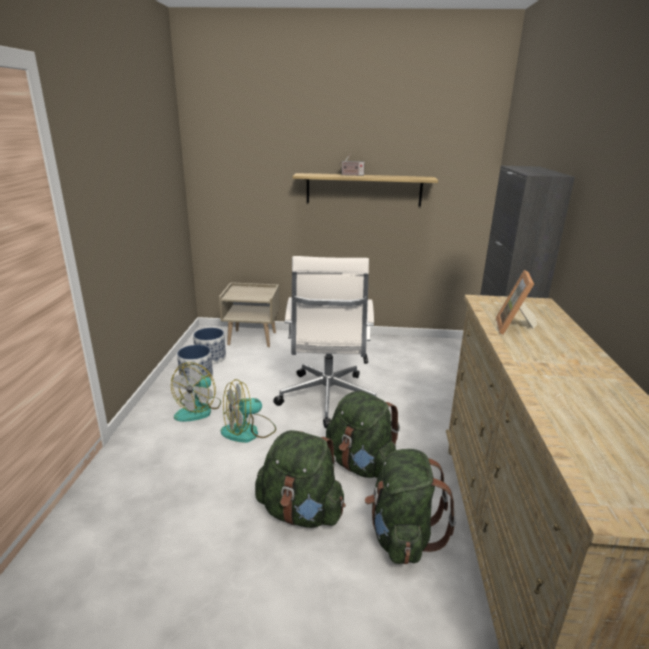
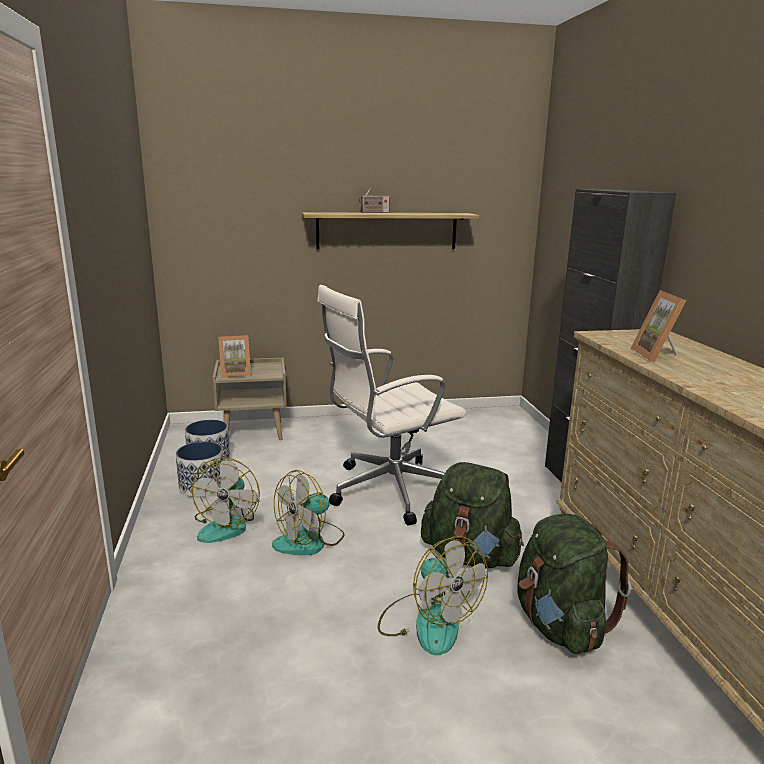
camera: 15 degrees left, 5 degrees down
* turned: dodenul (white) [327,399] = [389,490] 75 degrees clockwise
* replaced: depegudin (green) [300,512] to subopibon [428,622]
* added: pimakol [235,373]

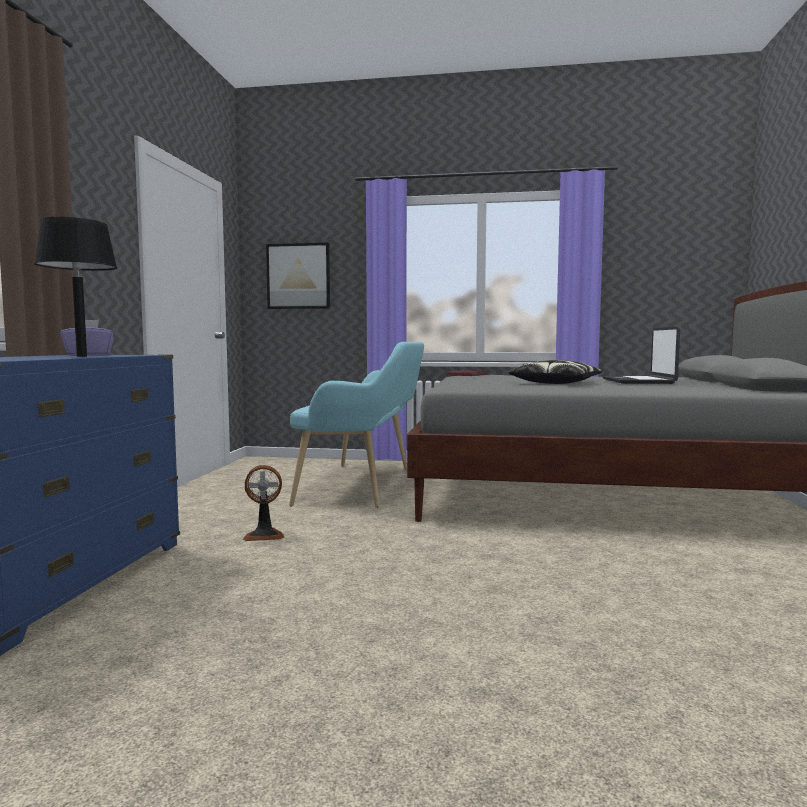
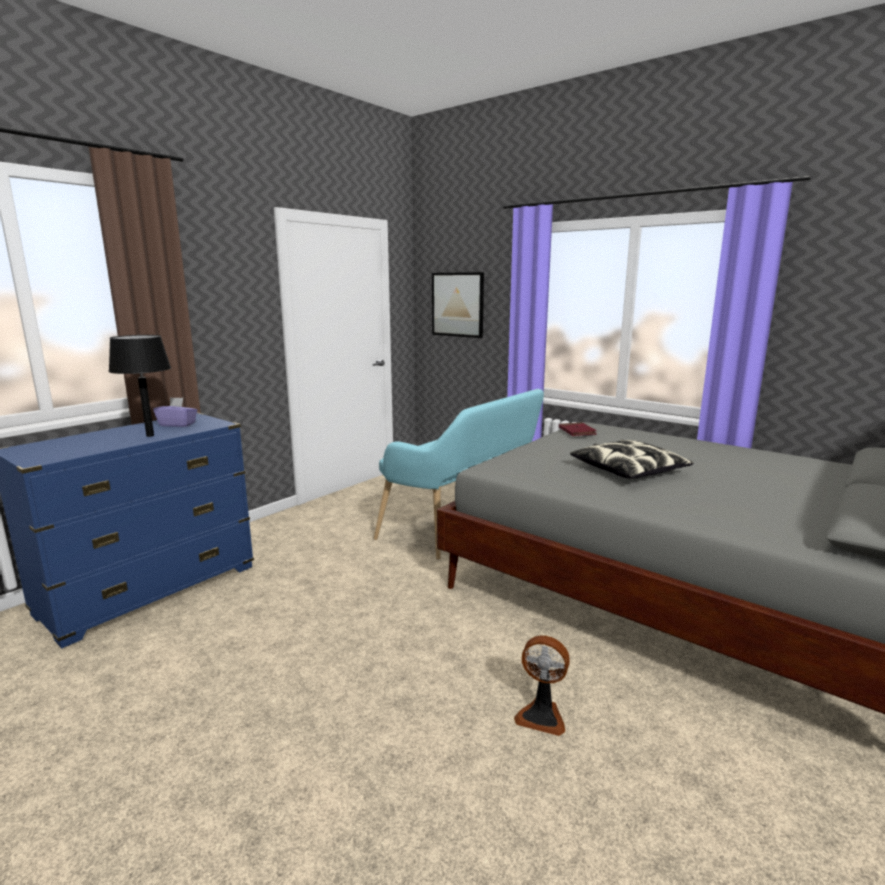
camera: 30 degrees right, 10 degrees up
* removed: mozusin [639,381]
* moved: subopibon [264,535] to [541,715]

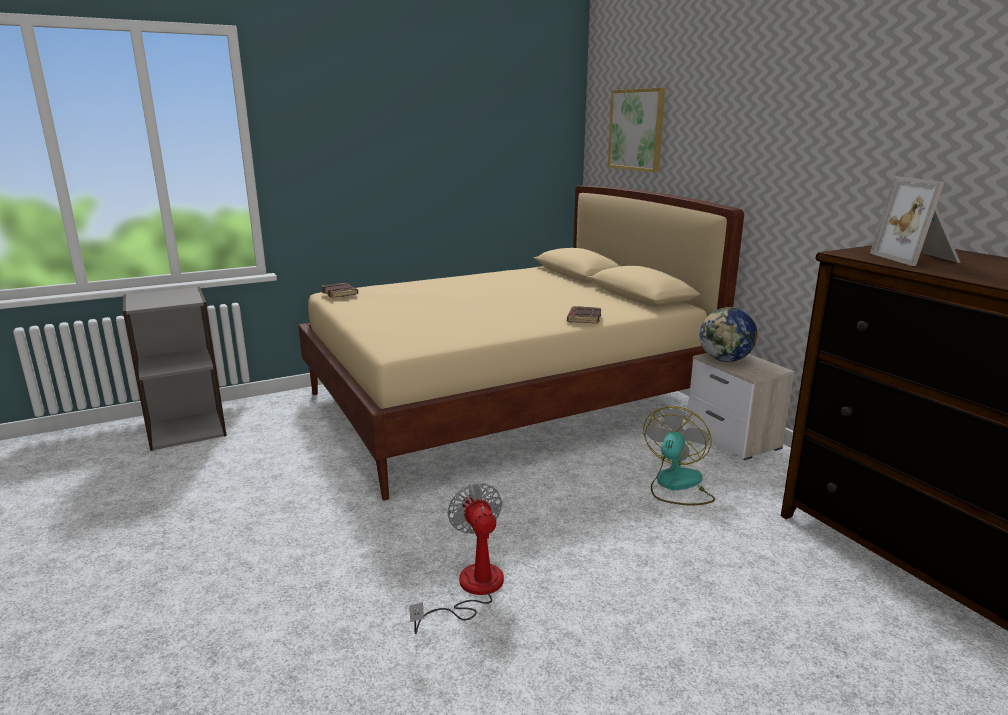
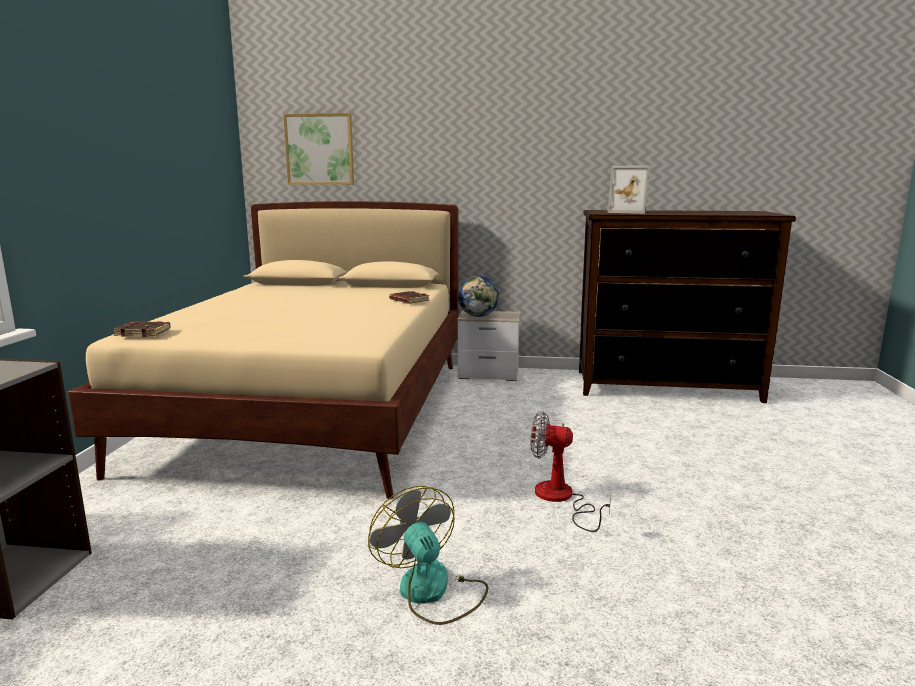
camera: 55 degrees left, 5 degrees down
* moved: subopibon [676,485] to [432,592]

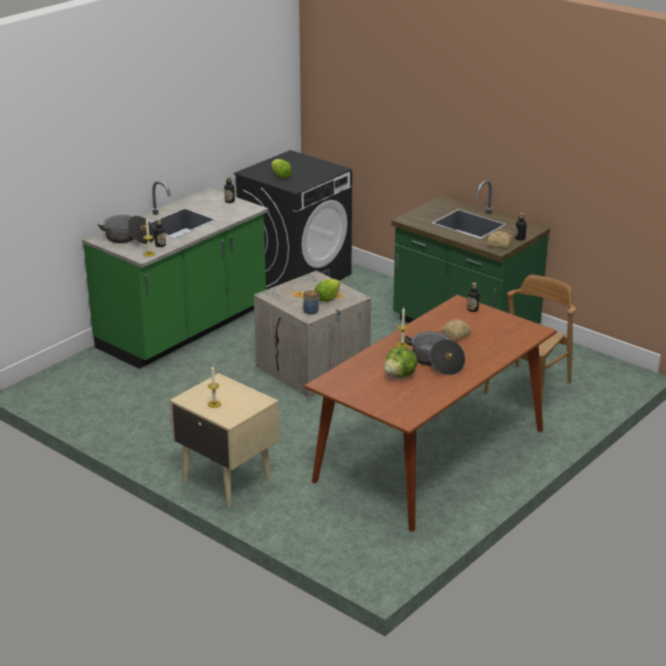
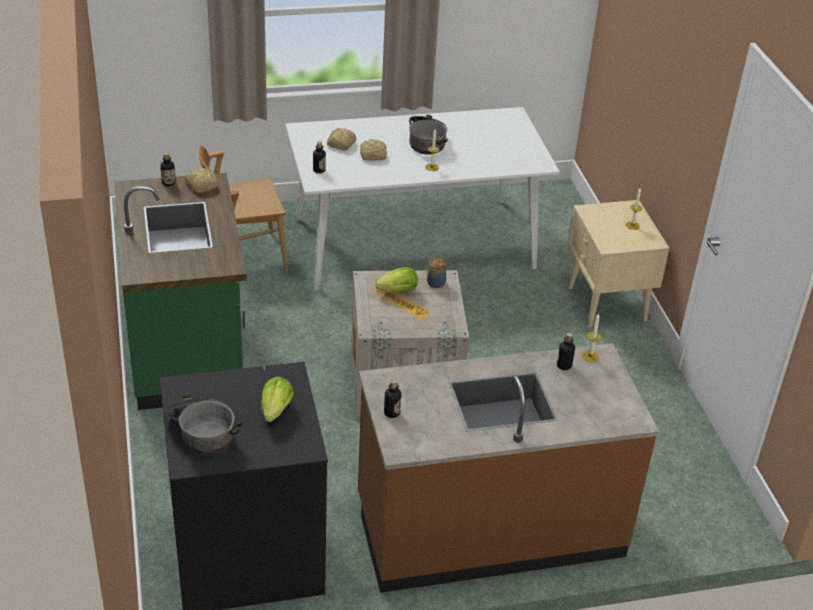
camera: 145 degrees left, 10 degrees up
* recoloured: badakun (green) [184,329] to badakun (brown) [489,527]
* moved: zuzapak [129,239] to [201,431]
* recoloured: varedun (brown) [431,455] to varedun (white) [413,243]
* removed: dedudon [400,375]
* added: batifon [341,144]

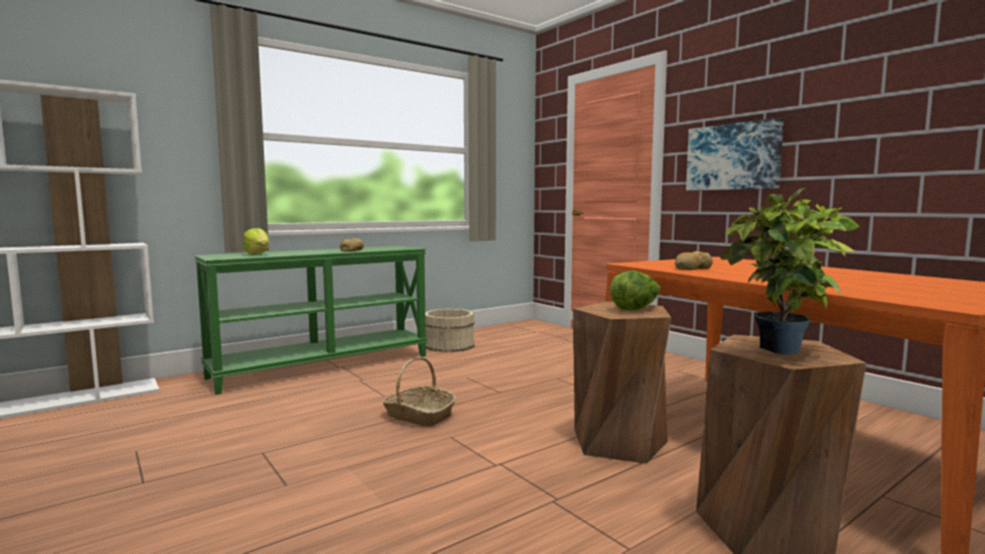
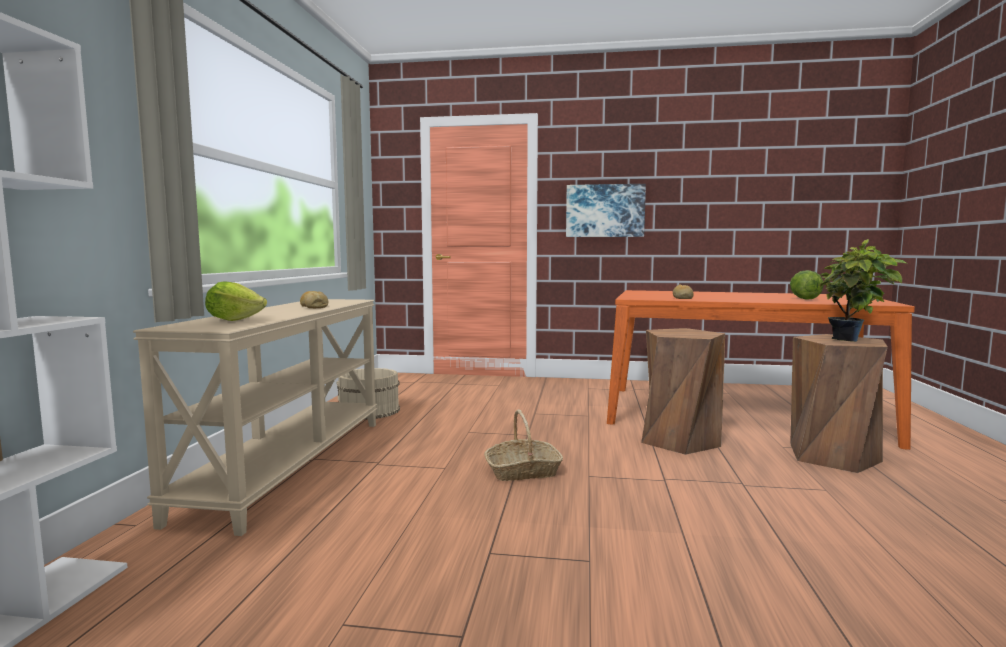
camera: 45 degrees left, 0 degrees up
* recoloured: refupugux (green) [323,366] to refupugux (beige) [288,464]
* moved: dedudon [635,309] to [804,299]

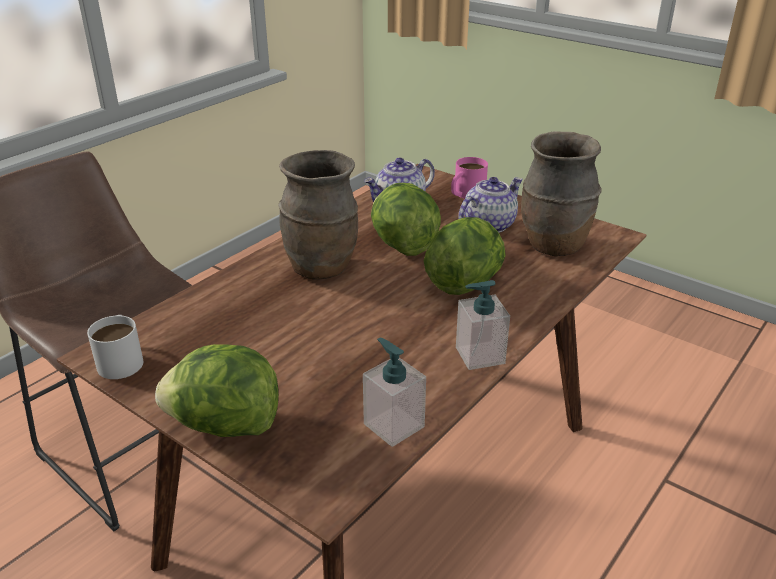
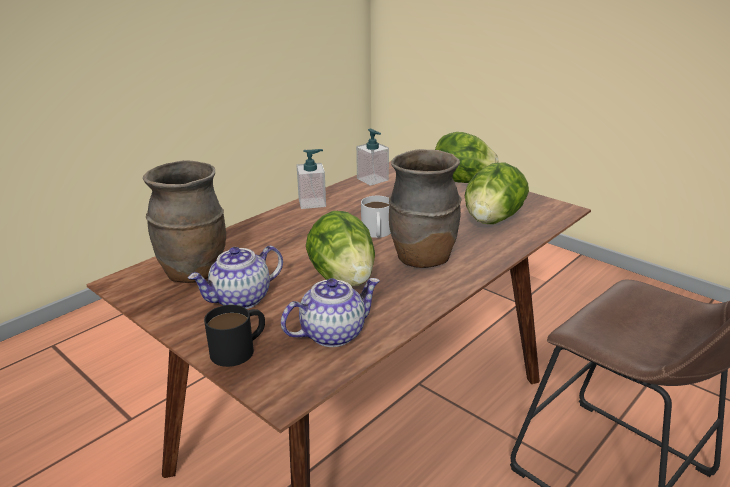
camera: 175 degrees left, 5 degrees down
* recoloured: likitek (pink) [465,194] to likitek (black) [240,348]
* moved: dedudon [465,283] to [492,220]
* moved: likitek (white) [122,358] to [377,233]

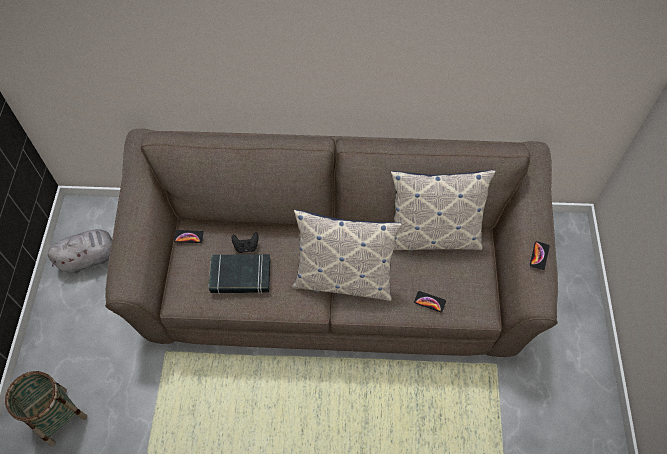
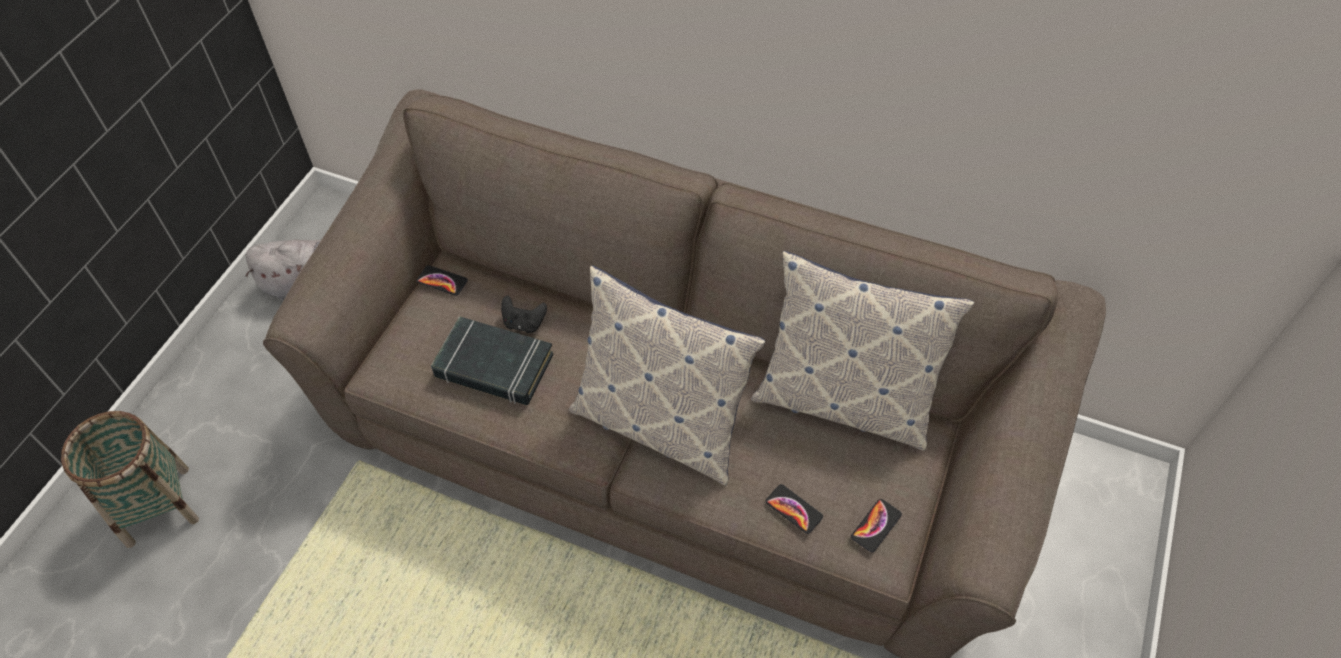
camera: 20 degrees right, 5 degrees down
* moved: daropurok [539,255] to [876,525]

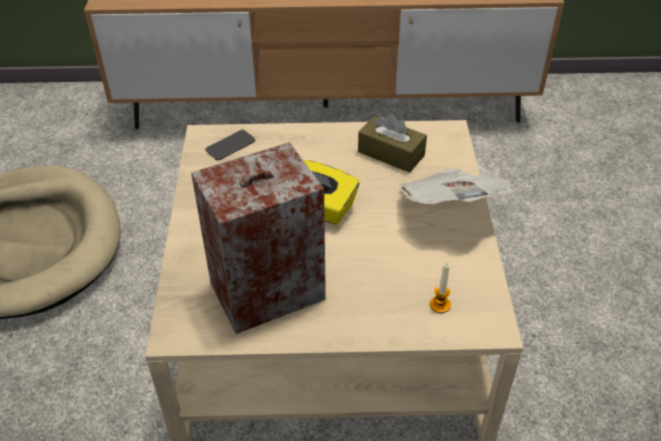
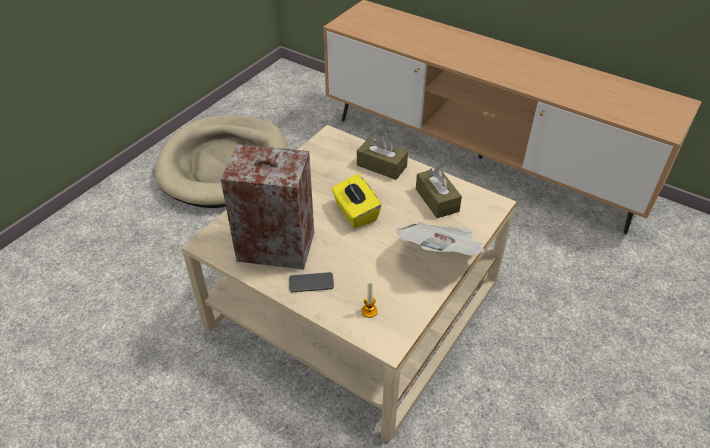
camera: 35 degrees right, 0 degrees up
* moved: daropurok [230,146] to [311,283]
* added: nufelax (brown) [381,166]

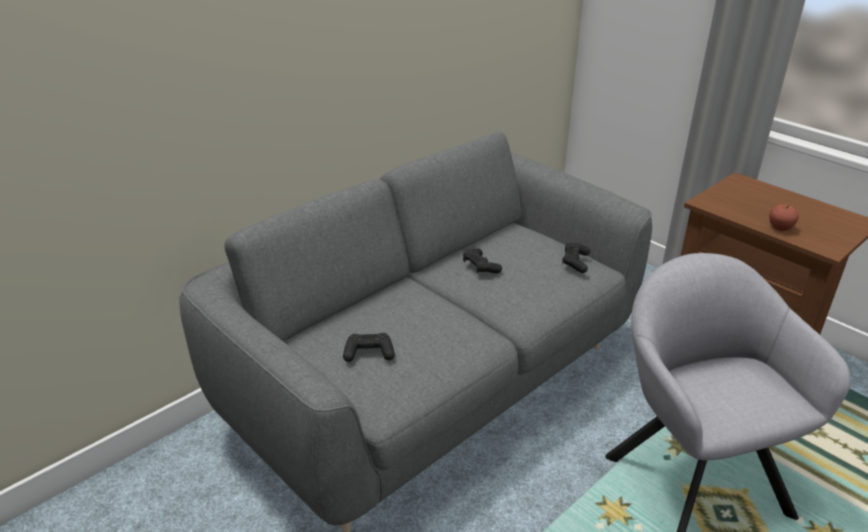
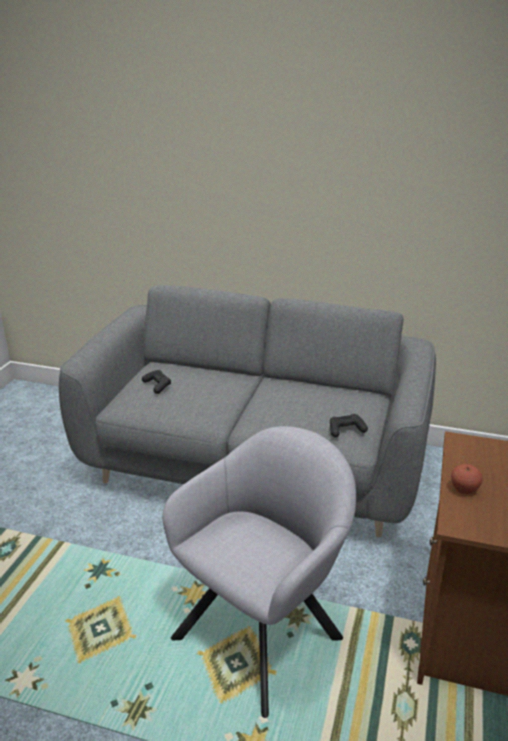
camera: 60 degrees right, 5 degrees down
* removed: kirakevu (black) [480,267]

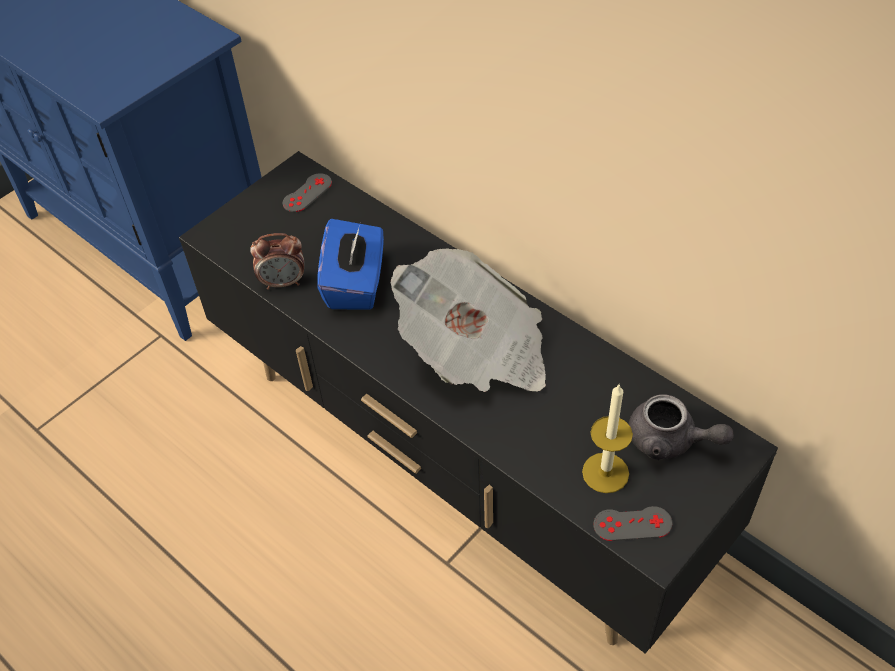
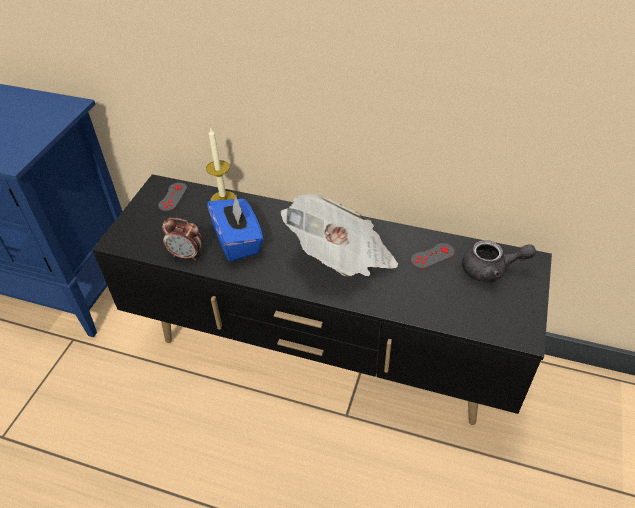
camera: 25 degrees left, 5 degrees down
* turned: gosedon [283,282] = [186,255] 45 degrees clockwise
* moved: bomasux [605,473] to [223,200]
* moved: kirakevu (grey) [632,524] to [432,256]

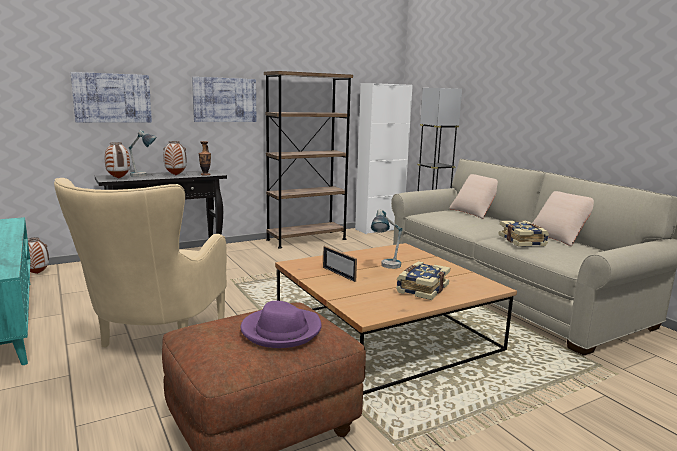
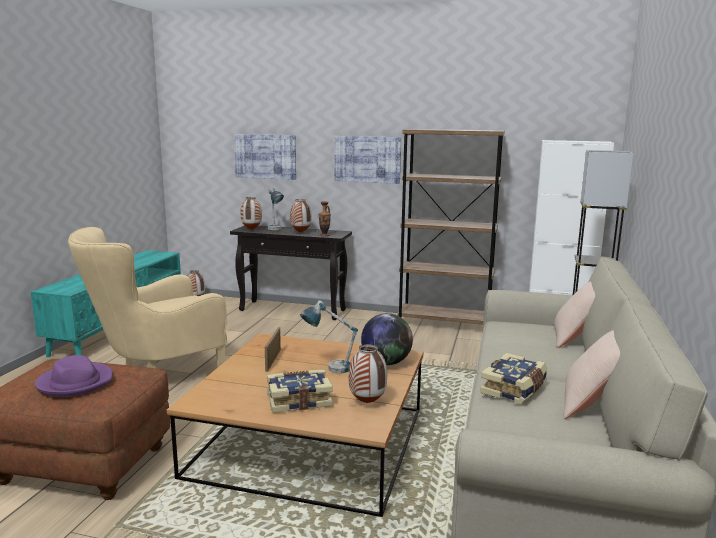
camera: 45 degrees right, 0 degrees up
* added: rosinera [386,363]
* added: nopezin [366,403]

